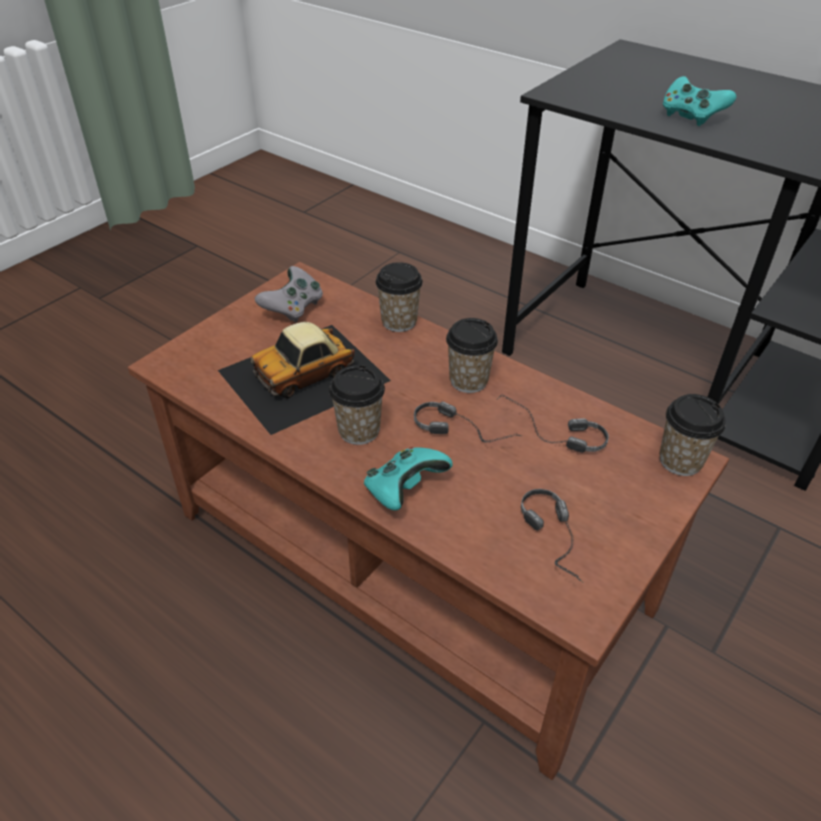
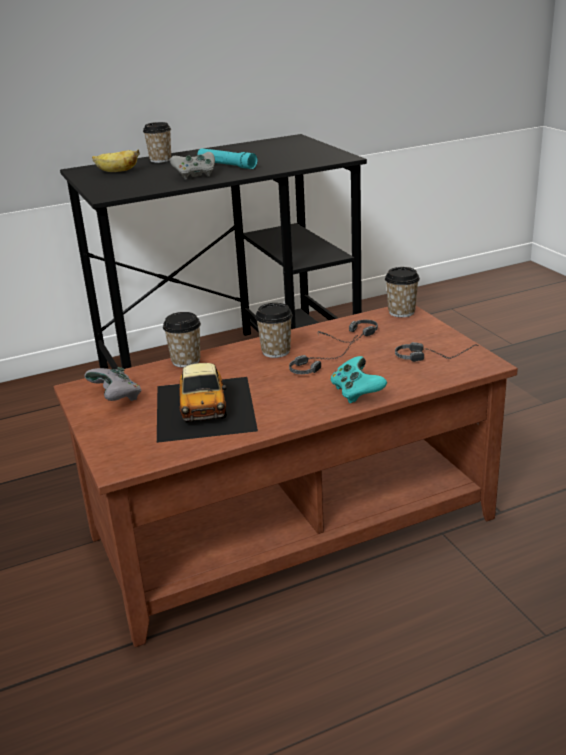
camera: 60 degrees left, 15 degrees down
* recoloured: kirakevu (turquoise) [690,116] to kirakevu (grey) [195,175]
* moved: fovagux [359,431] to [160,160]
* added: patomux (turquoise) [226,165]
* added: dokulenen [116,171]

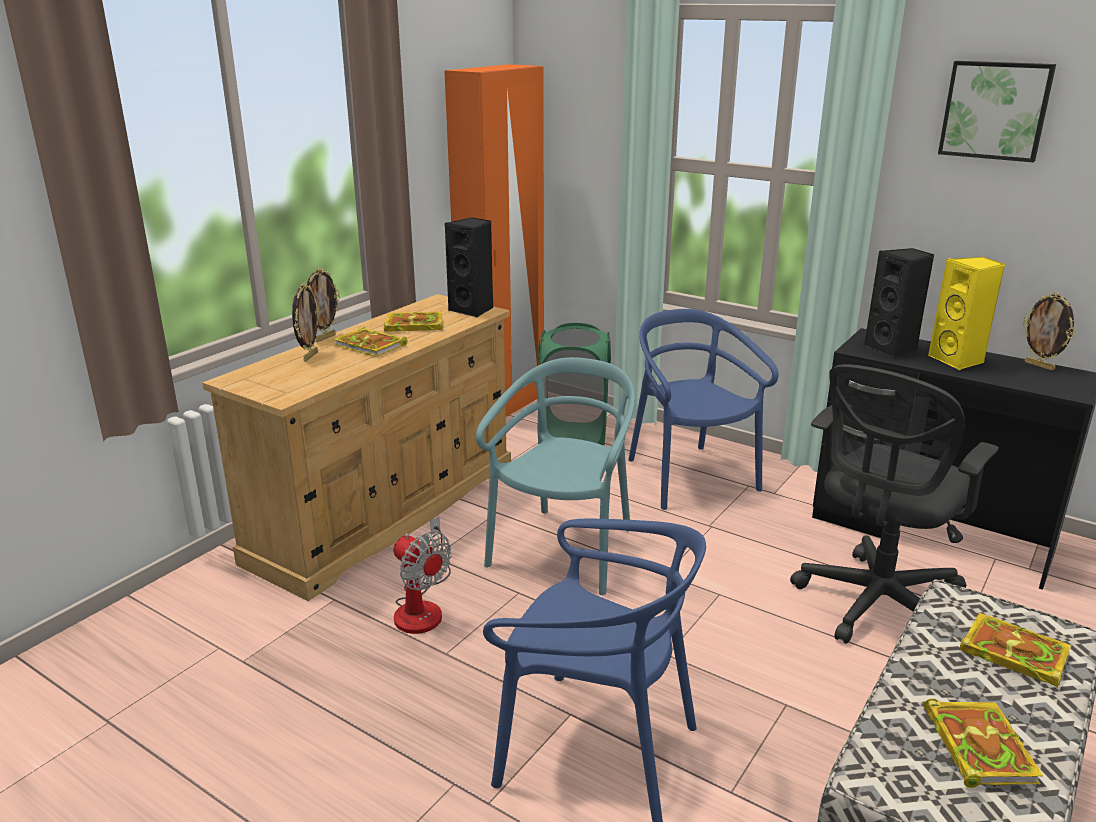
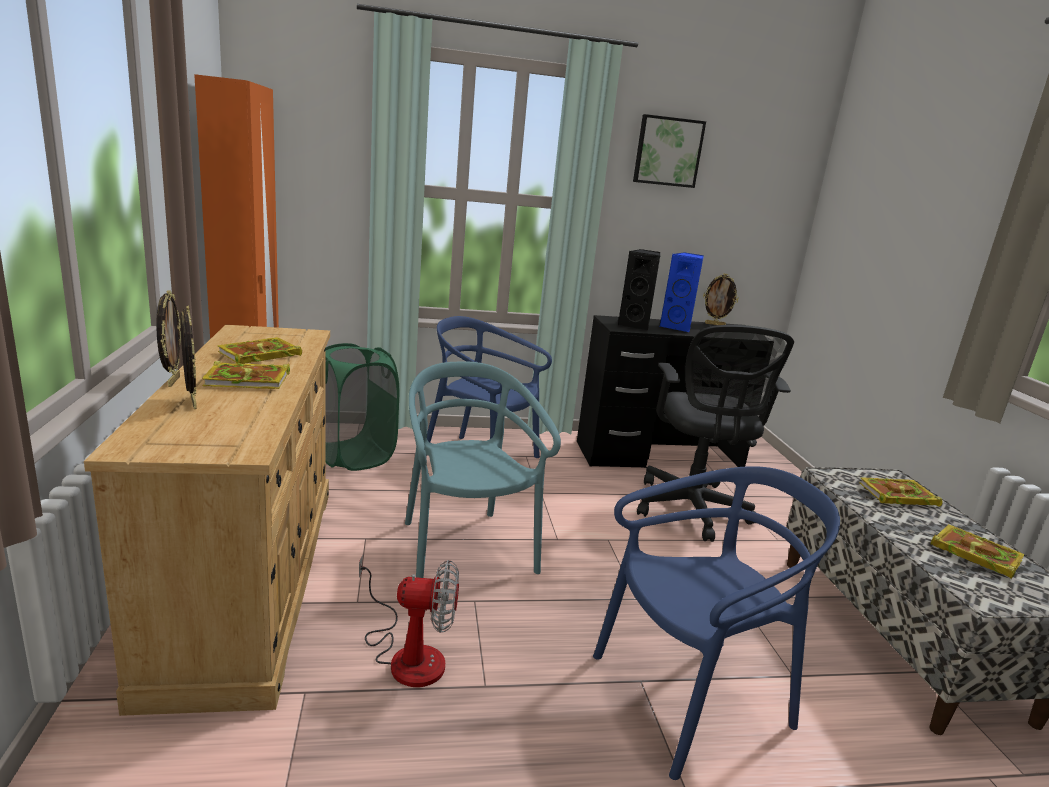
camera: 45 degrees left, 5 degrees down
* removed: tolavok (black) [473,310]
* recoloured: tolavok (yellow) [958,360] to tolavok (blue) [677,327]

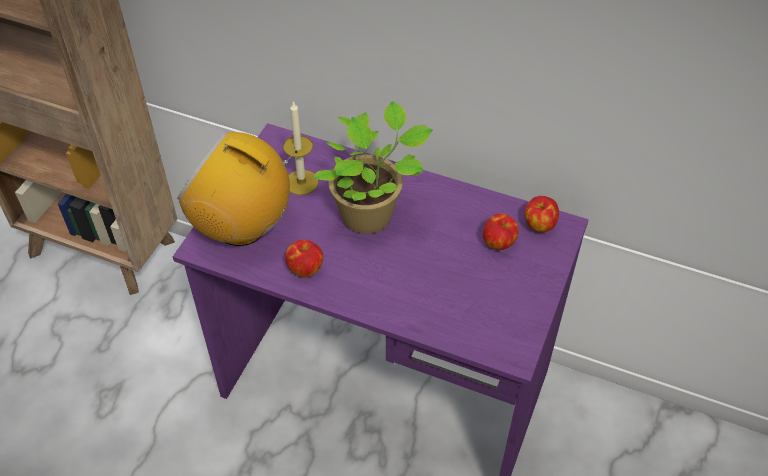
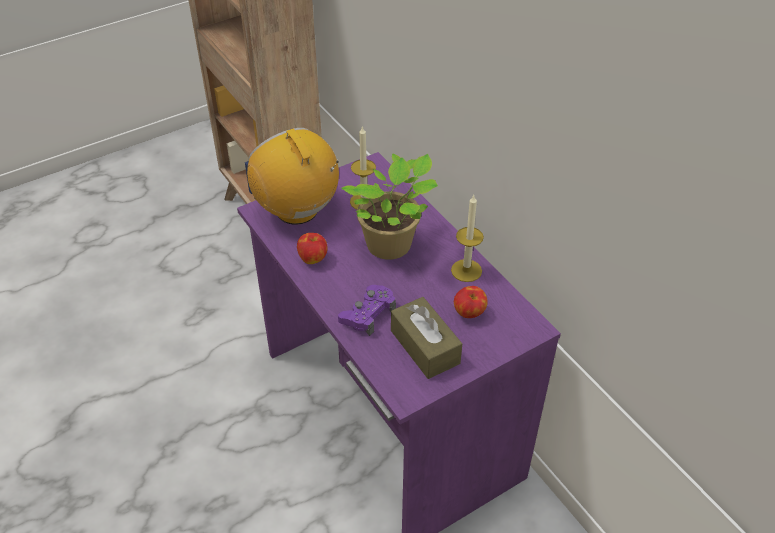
camera: 35 degrees right, 5 degrees down
* removed: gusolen [539,225]
* added: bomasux [466,270]
* added: kirakevu (purple) [368,314]
* added: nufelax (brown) [425,347]

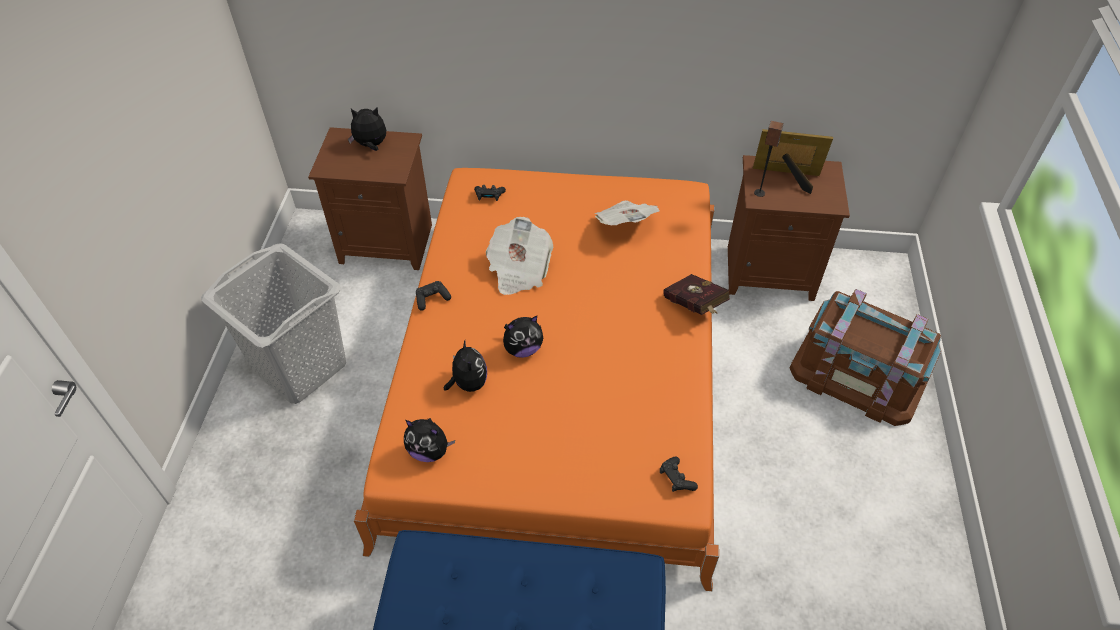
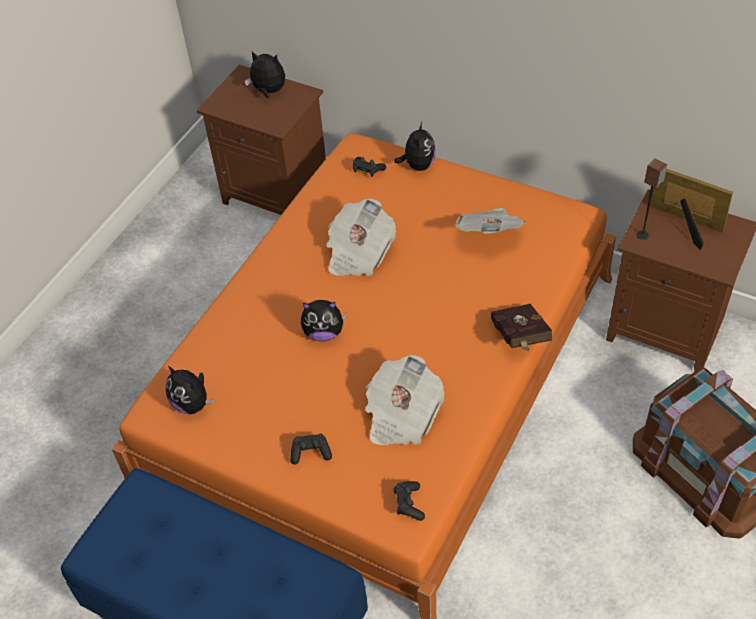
camera: 25 degrees right, 0 degrees up
* removed: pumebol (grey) [300,366]
* moved: kirakevu (black) [432,299] to [311,452]
* moved: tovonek [468,383] to [418,165]
* added: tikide [401,415]

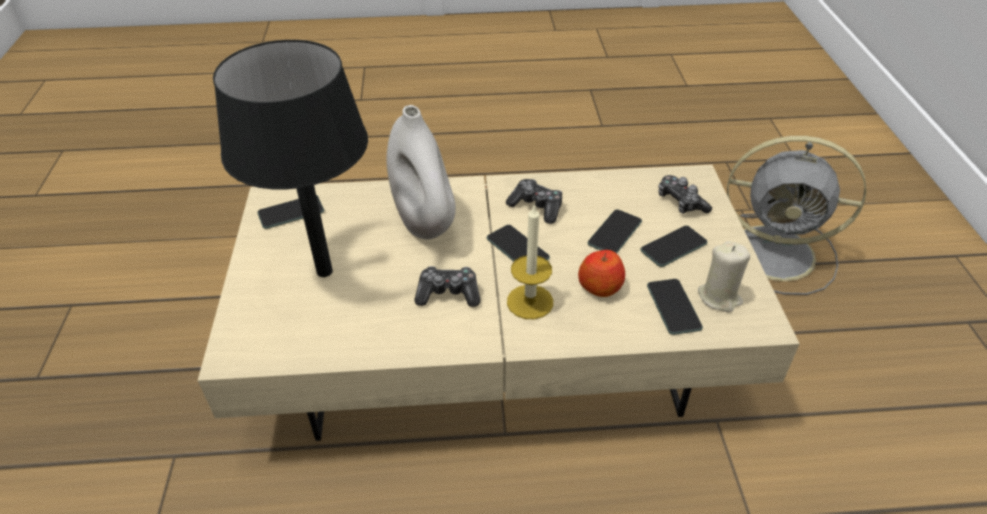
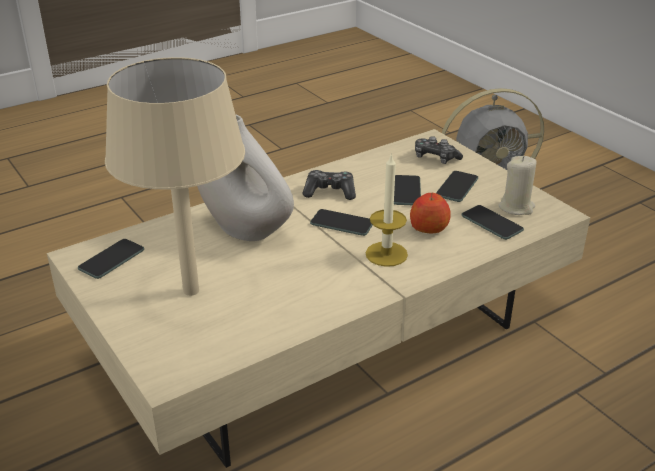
camera: 30 degrees left, 10 degrees down
* recoloured: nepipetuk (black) [324,271] to nepipetuk (beige) [190,291]
* removed: kirakevu [448,293]

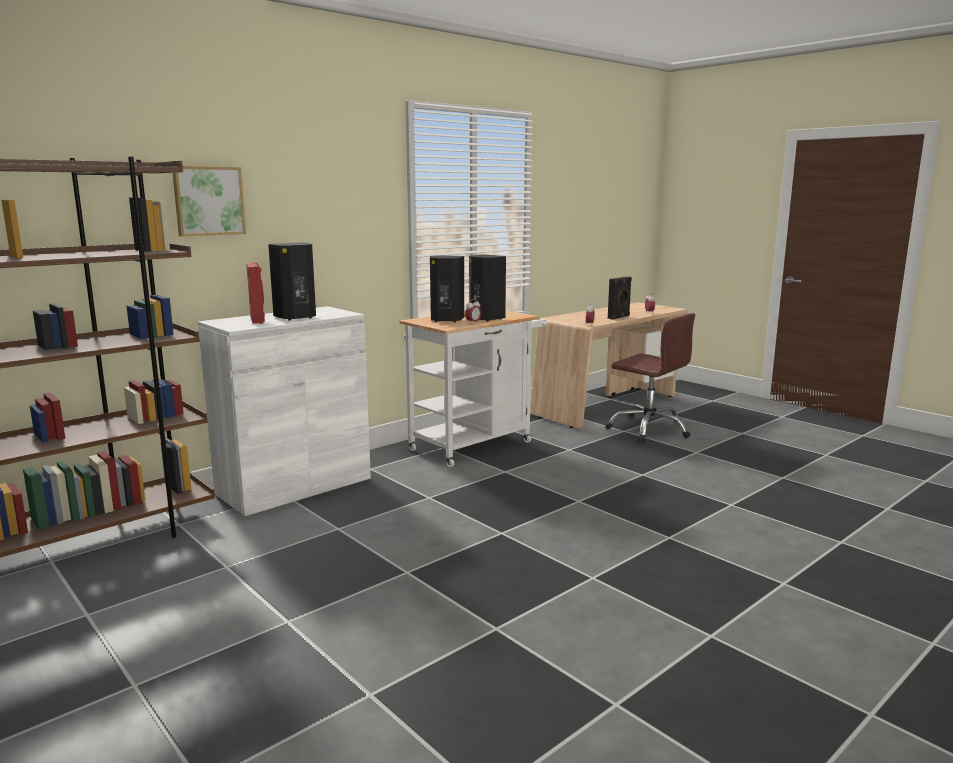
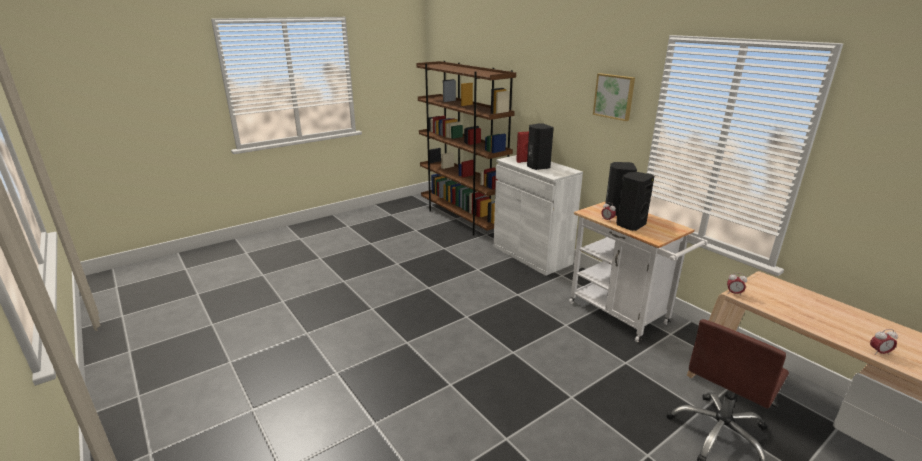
camera: 95 degrees right, 10 degrees up
* moved: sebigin [208,201] to [614,96]
* removed: tolavok (black) [619,317]

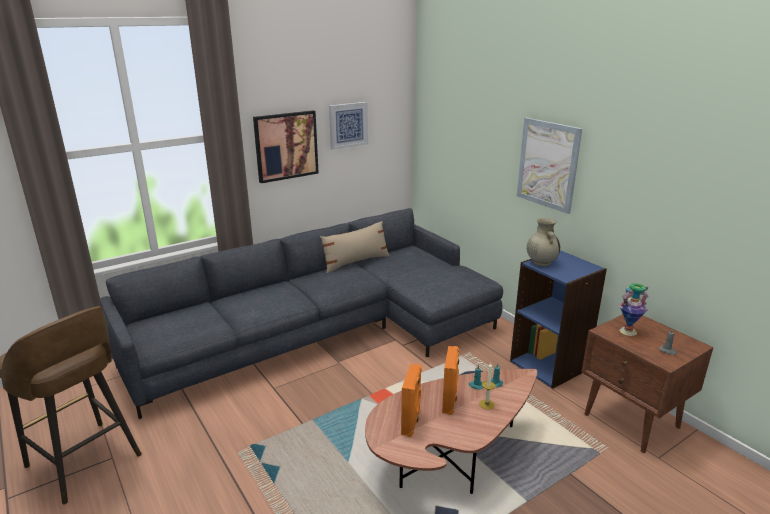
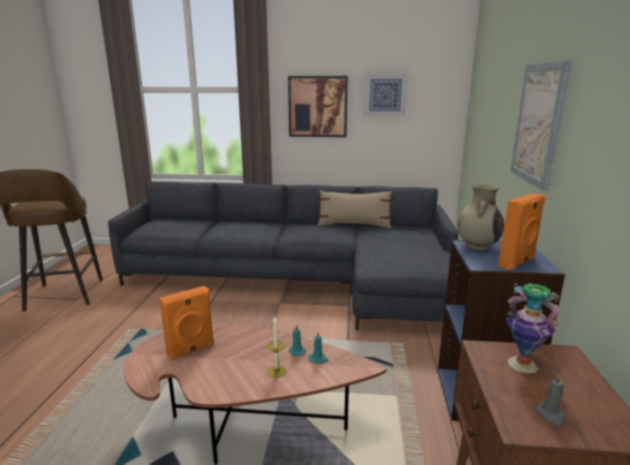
camera: 40 degrees right, 5 degrees down
* moved: tolavok (orange) [450,402] to [518,262]

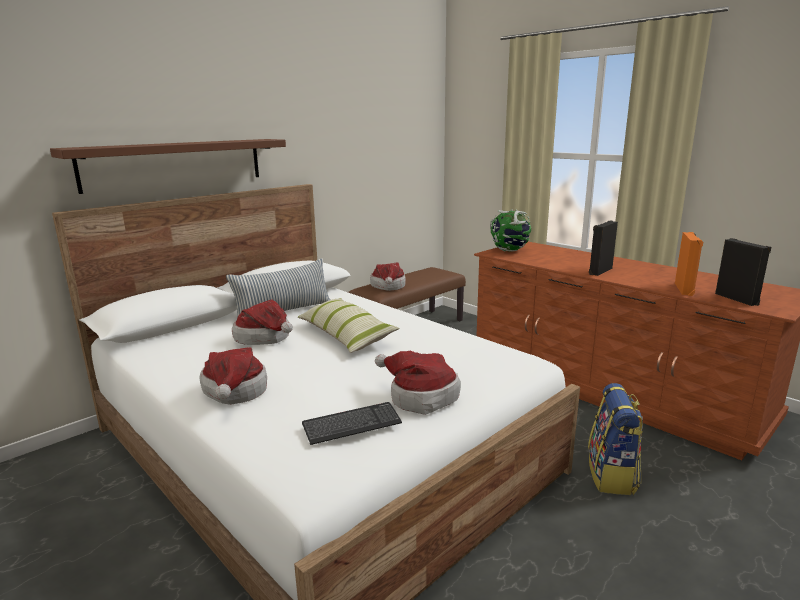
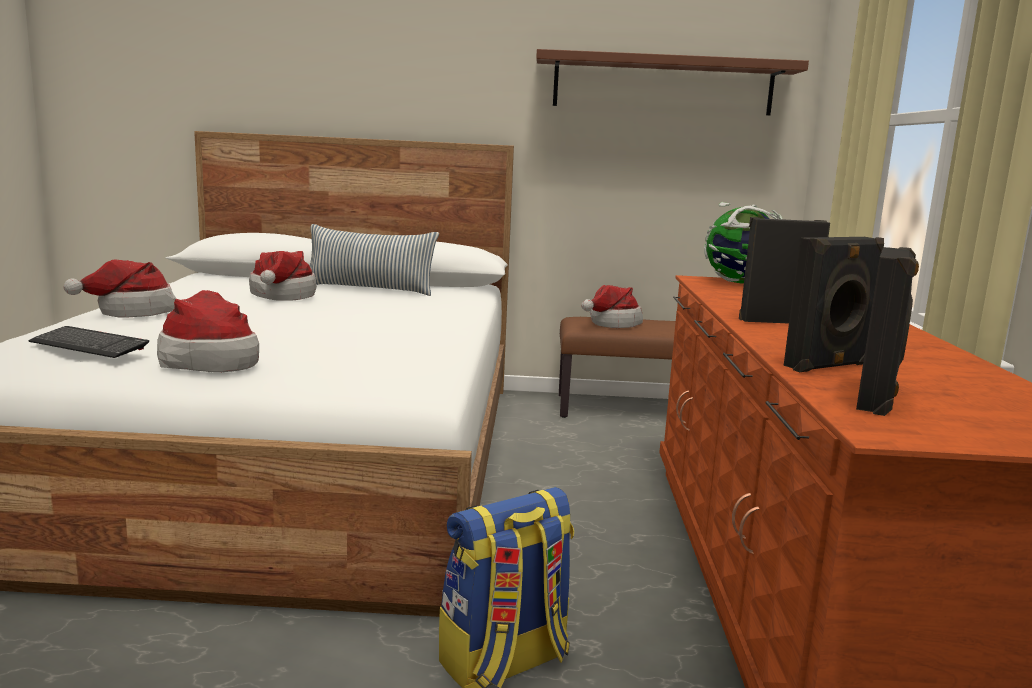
camera: 45 degrees right, 5 degrees down
* moved: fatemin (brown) [175,164] to [663,85]
* recoloured: tolavok (orange) [685,289] to tolavok (black) [827,366]
* removed: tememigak [346,335]

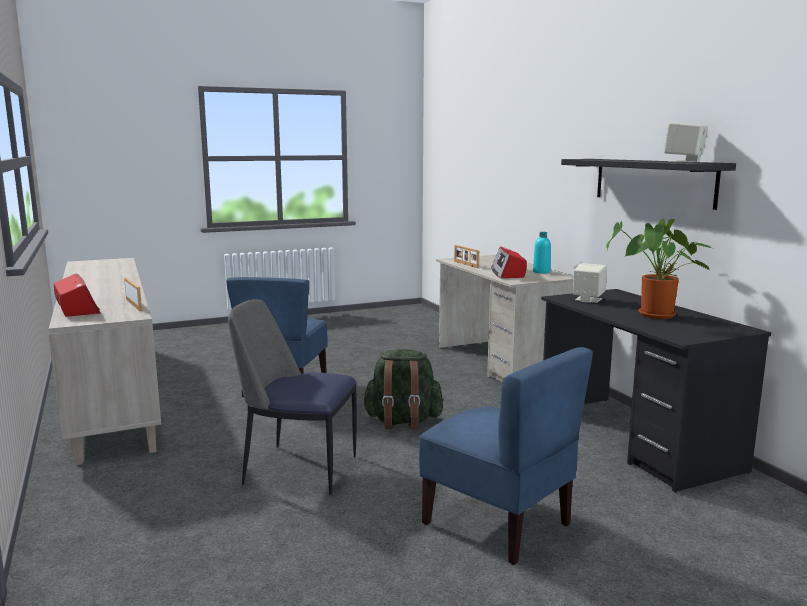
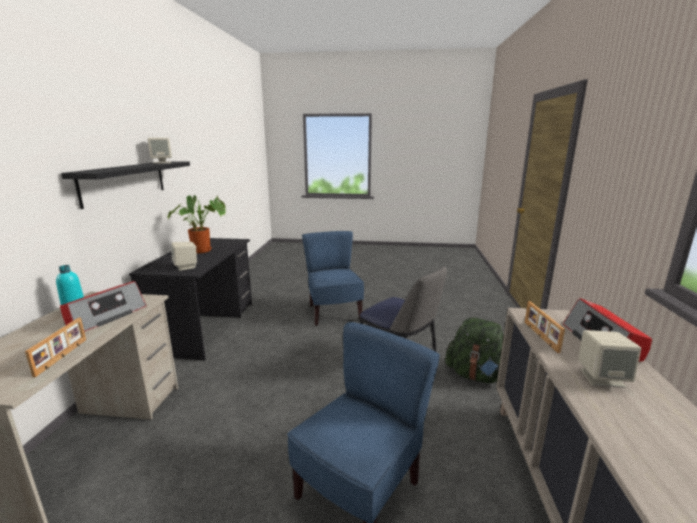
camera: 150 degrees left, 5 degrees up
* moved: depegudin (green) [402,421] to [476,375]
* added: tolavok (beige) [602,377]

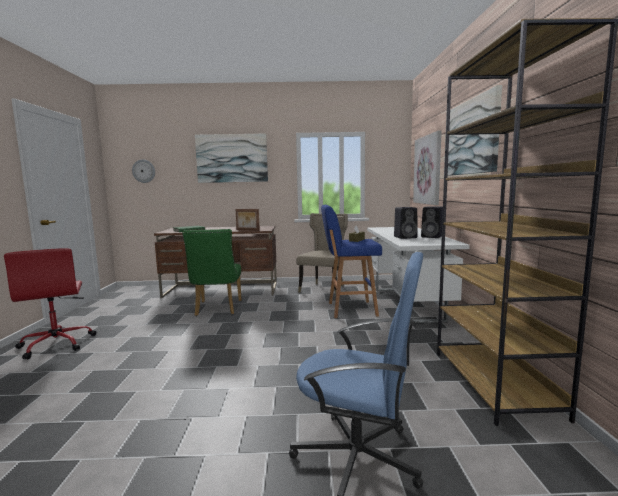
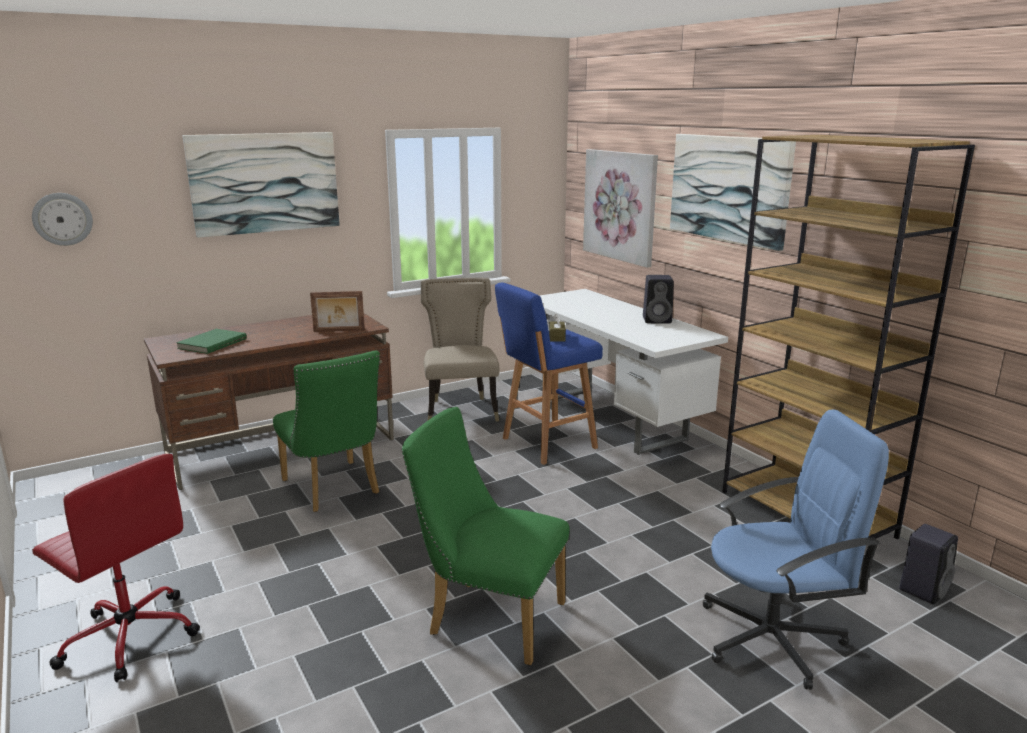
camera: 30 degrees left, 10 degrees up
* moved: tolavok (black) [406,237] to [923,589]
* added: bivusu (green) [488,617]

